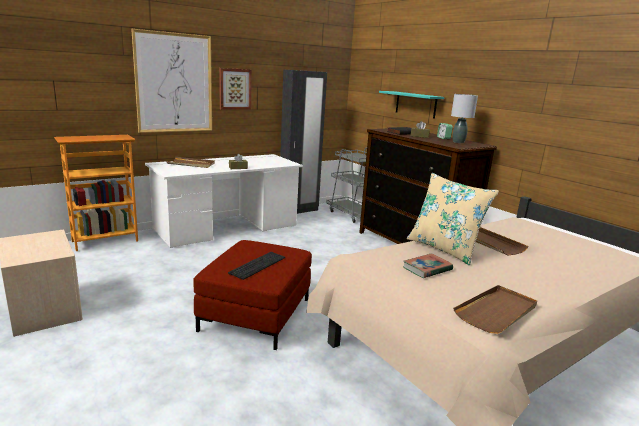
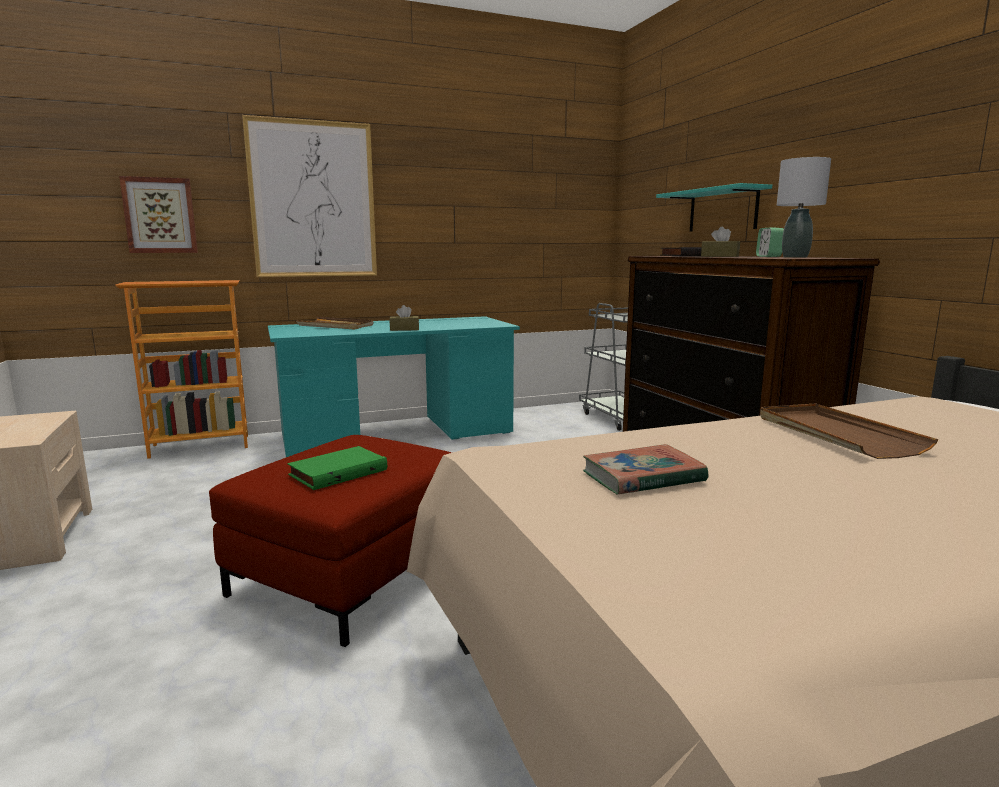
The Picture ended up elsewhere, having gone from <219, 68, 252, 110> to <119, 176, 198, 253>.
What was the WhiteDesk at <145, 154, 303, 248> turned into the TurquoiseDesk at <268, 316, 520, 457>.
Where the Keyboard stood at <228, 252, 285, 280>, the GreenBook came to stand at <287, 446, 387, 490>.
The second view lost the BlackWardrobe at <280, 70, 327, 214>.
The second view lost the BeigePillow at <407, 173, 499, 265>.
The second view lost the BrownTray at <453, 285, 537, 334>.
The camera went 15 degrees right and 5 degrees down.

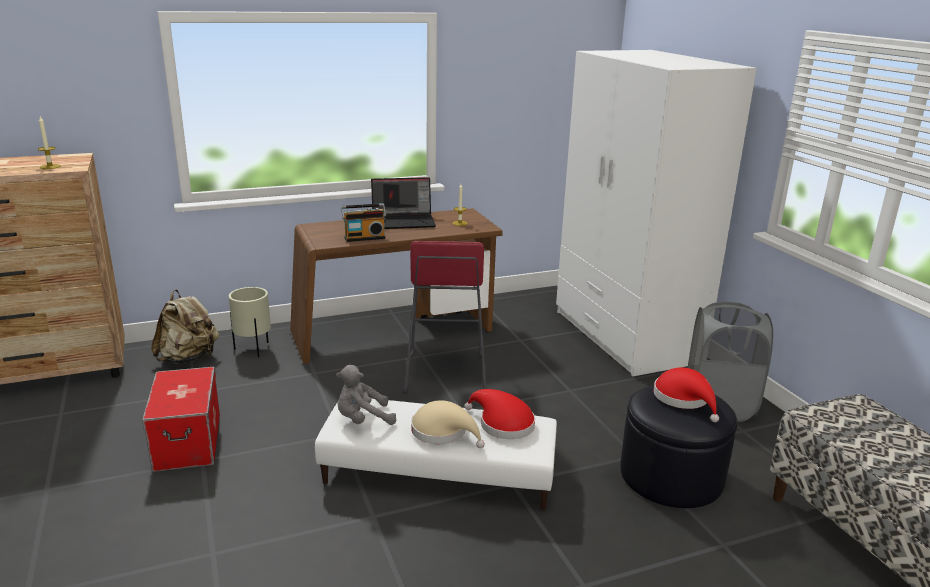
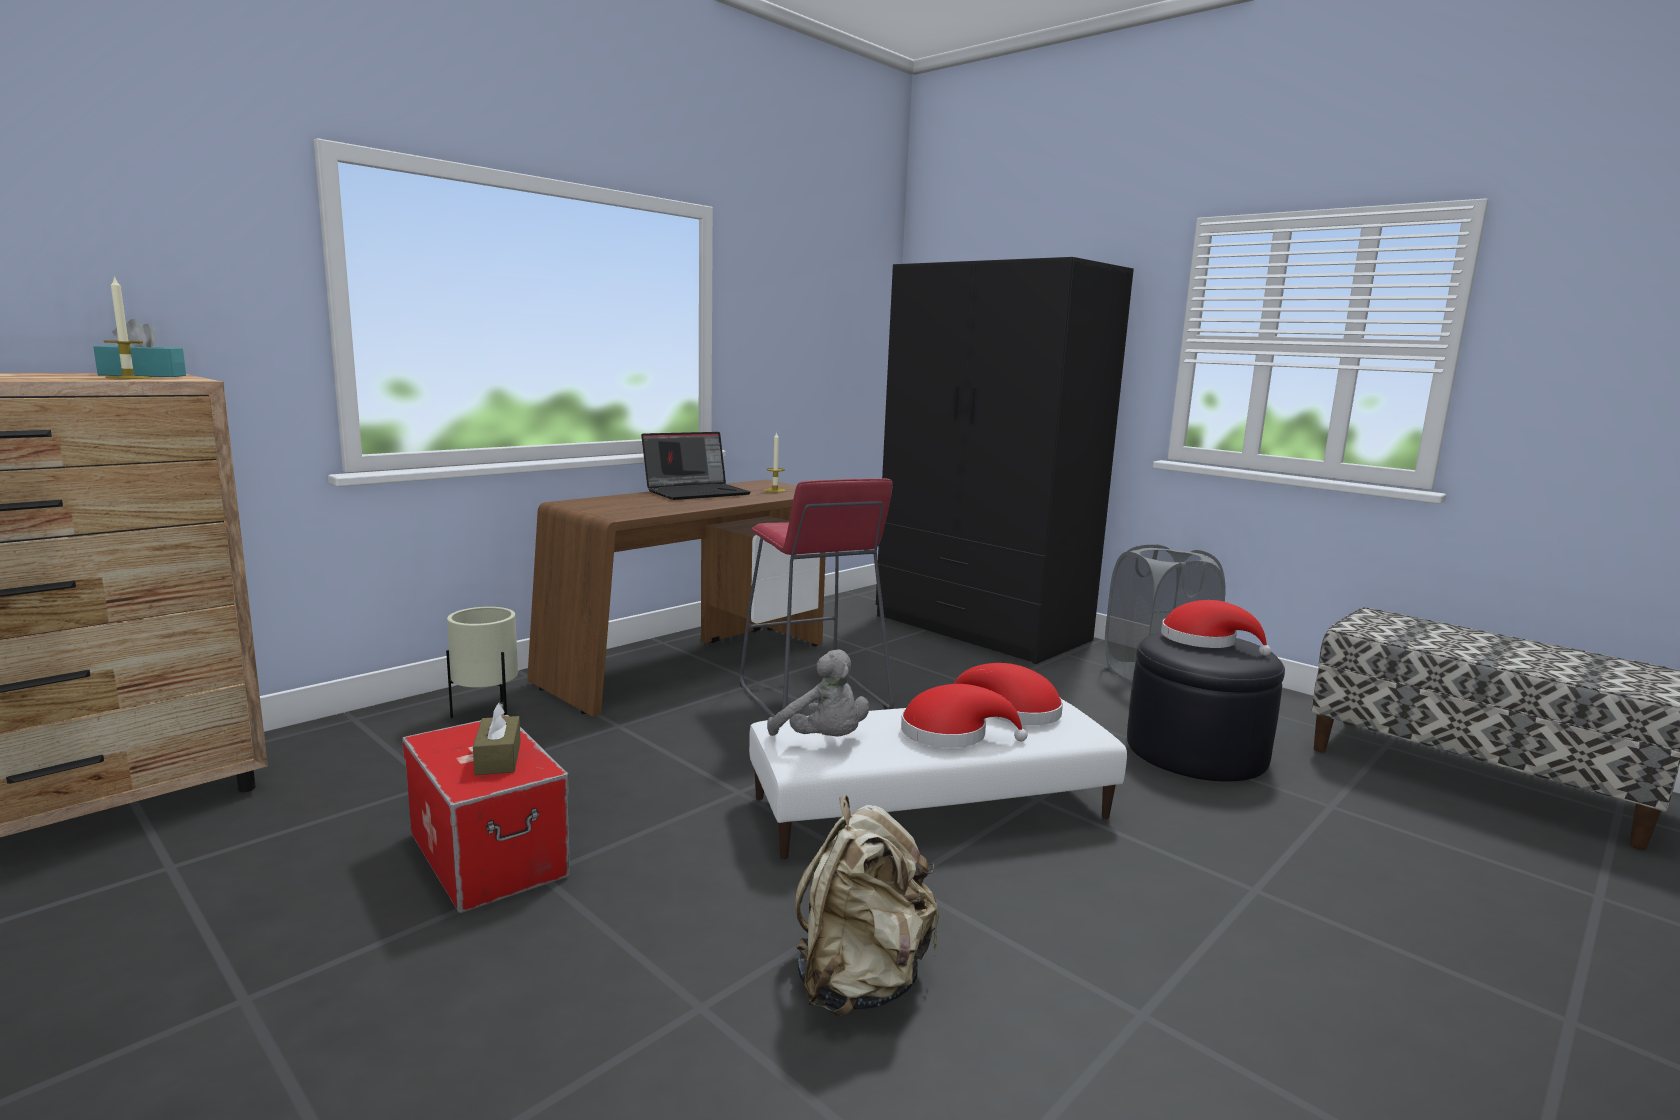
The second view gained the TurquoiseTissueBox at <94, 319, 186, 377>.
The second view gained the BrownTissueBox at <473, 703, 521, 775>.
The GreyPlushToy at <336, 365, 396, 425> ended up facing another way, 90 degrees counterclockwise from before.
The BeigeBackpack ended up elsewhere, having gone from <151, 289, 219, 364> to <795, 795, 939, 1016>.
What was the WhiteWardrobe at <556, 50, 757, 376> turned into the BlackWardrobe at <876, 257, 1134, 664>.
What was the BeigeHat at <411, 400, 485, 448> turned into the RedHat at <901, 684, 1027, 748>.
The second view lost the Radio at <341, 203, 386, 242>.
The camera went 25 degrees left and 10 degrees down.

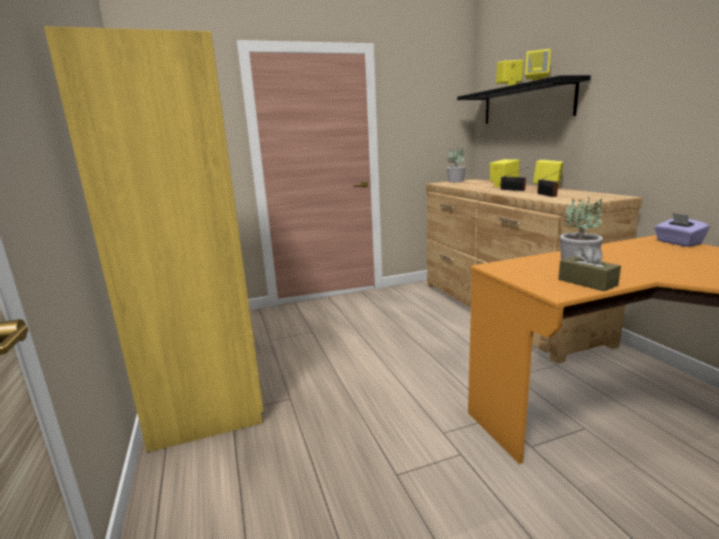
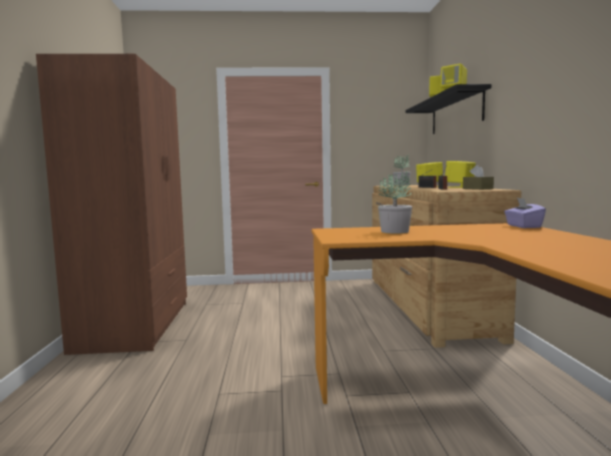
What was the YellowWardrobe at <44, 26, 264, 452> turned into the BrownWardrobe at <36, 54, 187, 355>.
The BrownTissueBox ended up elsewhere, having gone from <558, 243, 621, 291> to <463, 165, 494, 190>.
The camera went 15 degrees right and 10 degrees down.

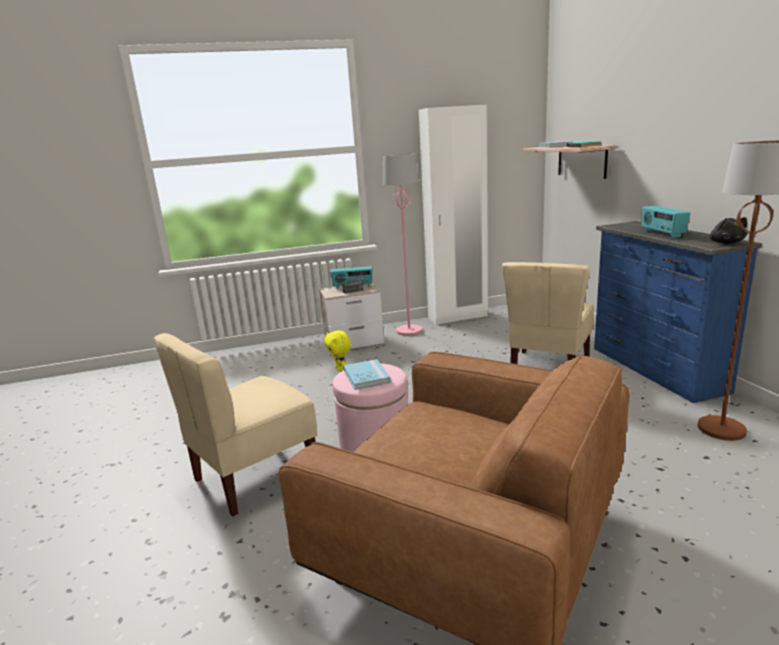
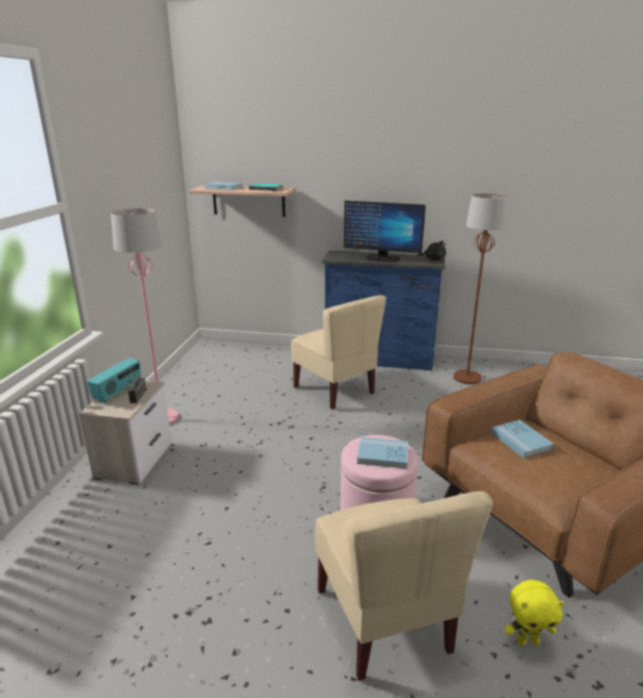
Where the Radio stood at <641, 206, 690, 238>, the Monitor came to stand at <344, 201, 426, 262>.
The second view gained the BlueBook at <491, 420, 554, 458>.
The YellowPlushToy ended up elsewhere, having gone from <324, 330, 351, 372> to <504, 580, 565, 646>.
The second view lost the WhiteWardrobe at <419, 105, 488, 325>.
The camera went 65 degrees left and 5 degrees up.

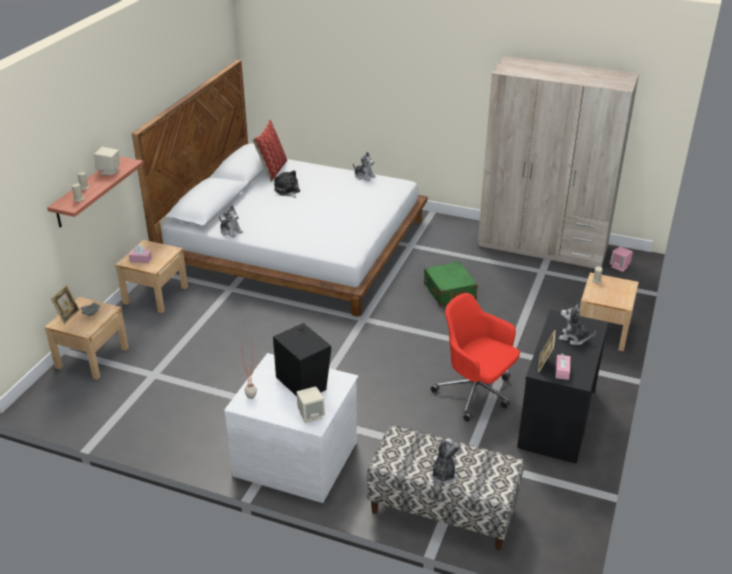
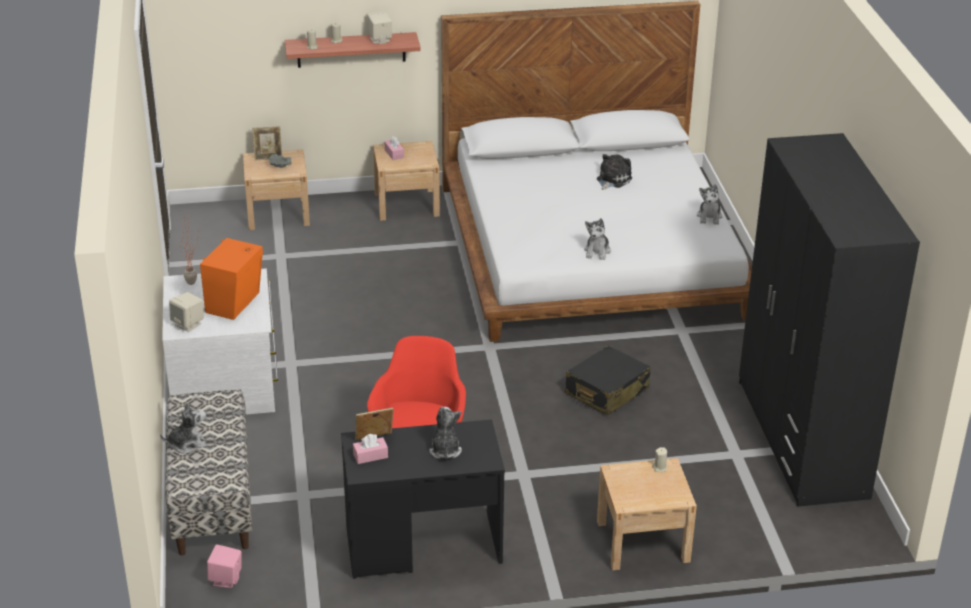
What was the BlackSpeaker at <273, 323, 331, 396> turned into the OrangeSpeaker at <200, 238, 263, 320>.
The PinkSpeaker ended up elsewhere, having gone from <610, 247, 633, 272> to <207, 544, 241, 588>.
What was the GreenSuitcase at <424, 261, 478, 307> turned into the BlackSuitcase at <565, 346, 651, 416>.
The PlushToy ended up elsewhere, having gone from <219, 205, 243, 238> to <584, 218, 611, 260>.
What was the BeigeWardrobe at <478, 56, 639, 268> turned into the BlackWardrobe at <739, 133, 920, 507>.
The second view lost the Pillow at <252, 119, 287, 182>.
The camera went 60 degrees right and 0 degrees up.

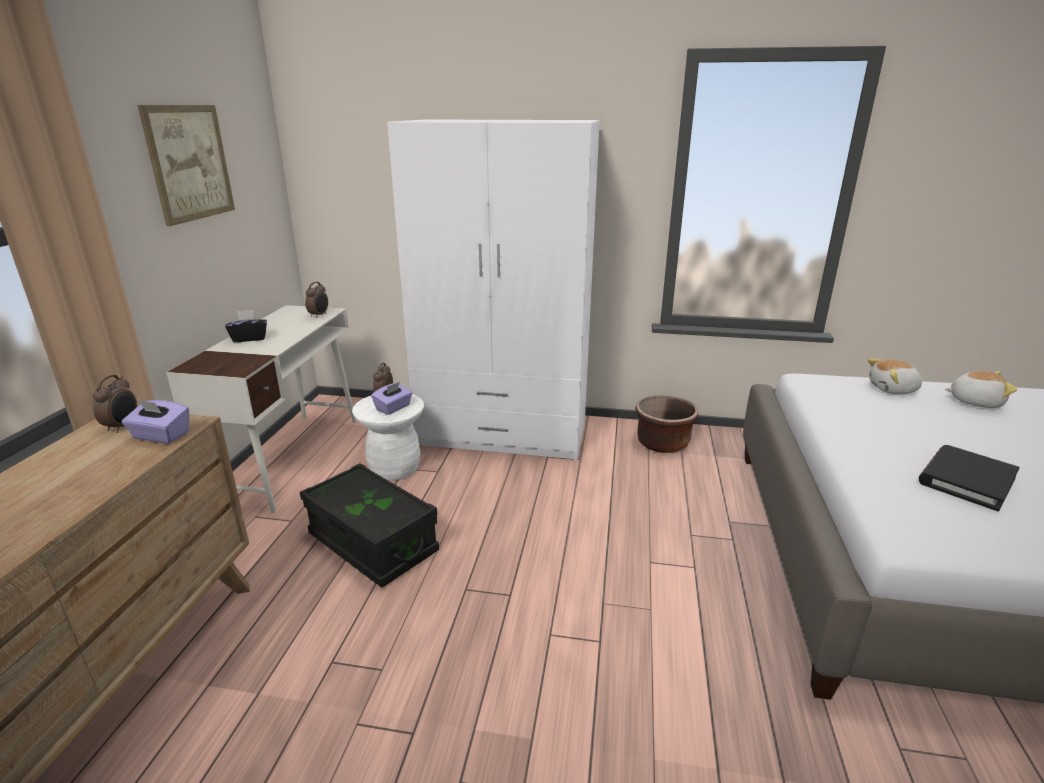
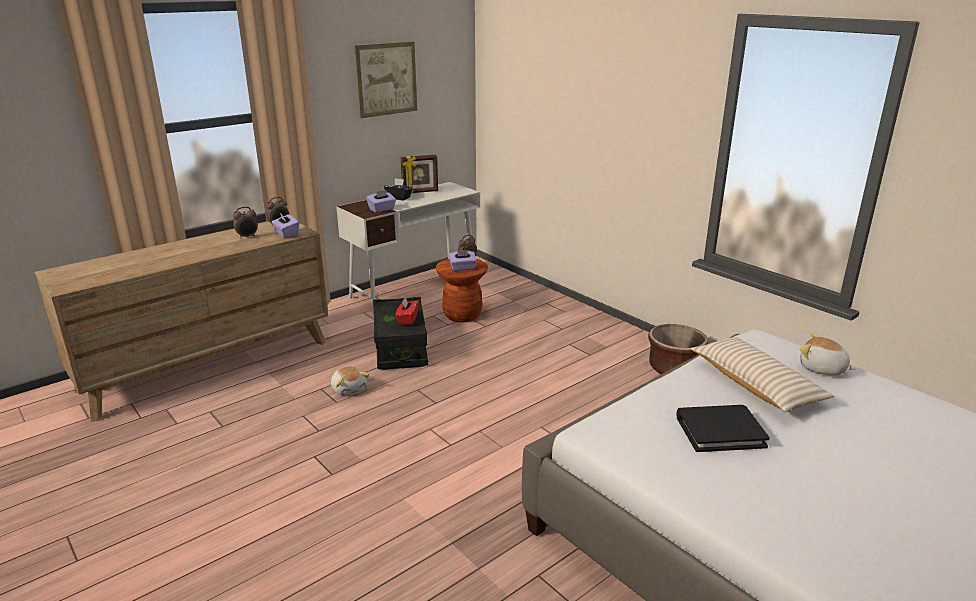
The AlarmClock ended up elsewhere, having gone from <305, 282, 328, 318> to <233, 207, 258, 239>.
The PlushToy ended up elsewhere, having gone from <945, 371, 1017, 408> to <331, 366, 369, 396>.
The second view gained the PurpleTissueBox at <366, 190, 396, 212>.
The second view gained the RedTissueBox at <395, 297, 419, 325>.
The second view gained the PictureFrame at <401, 155, 438, 194>.
What was the WhiteStool at <352, 394, 424, 481> turned into the BrownStool at <436, 259, 488, 323>.
The second view gained the BeigePillow at <691, 337, 834, 412>.
The second view lost the WhiteWardrobe at <387, 120, 600, 461>.
The camera went 40 degrees right and 0 degrees up.

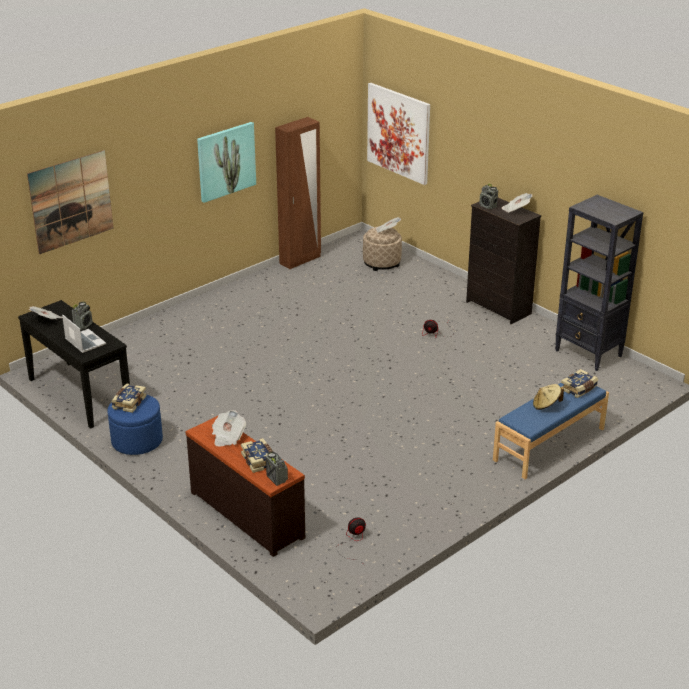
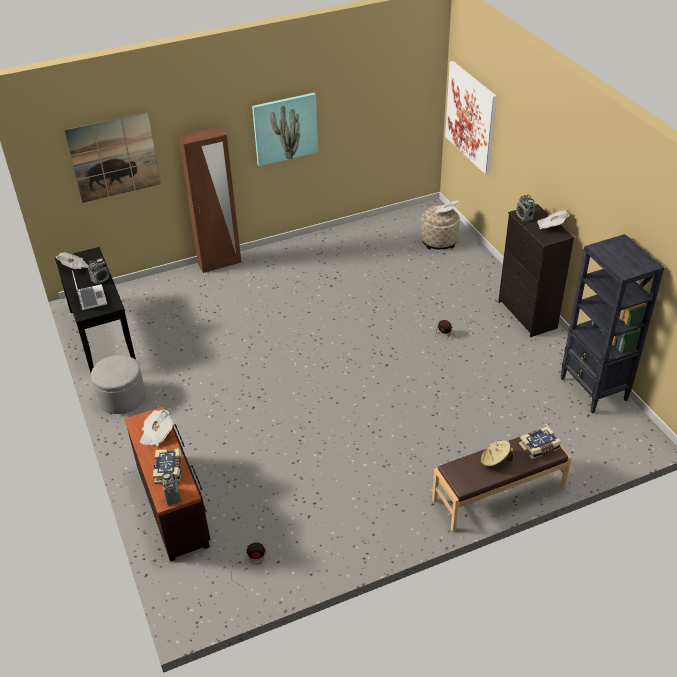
What was the BlueOttoman at <107, 395, 163, 455> turned into the GreyOttoman at <91, 355, 146, 414>.
The BrownWardrobe ended up elsewhere, having gone from <275, 117, 321, 269> to <178, 126, 241, 273>.
What was the BlueBench at <493, 383, 609, 479> turned into the BrownBench at <432, 430, 572, 532>.
The second view lost the Book at <111, 383, 147, 413>.
The camera went 20 degrees right and 10 degrees up.

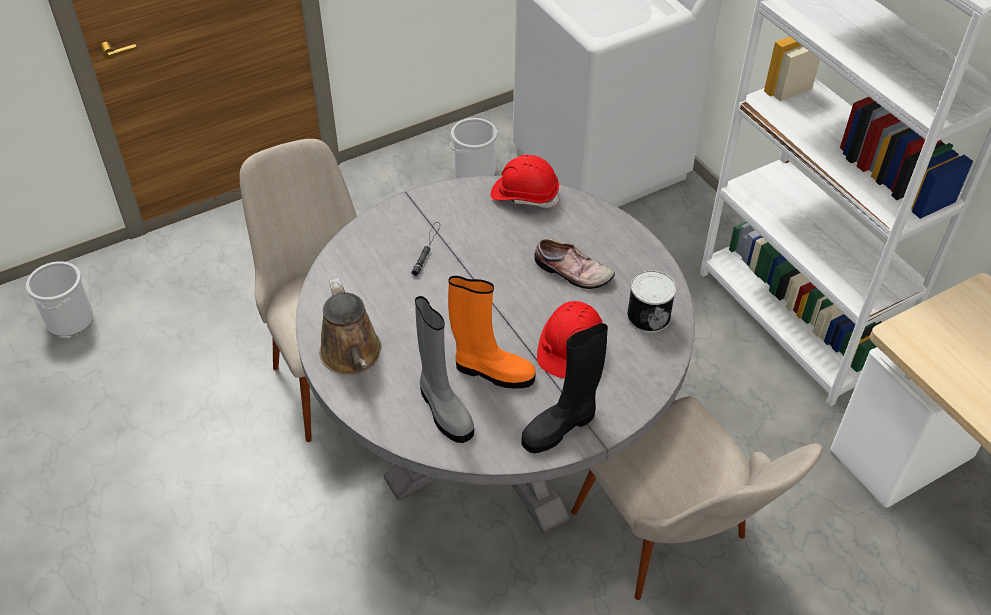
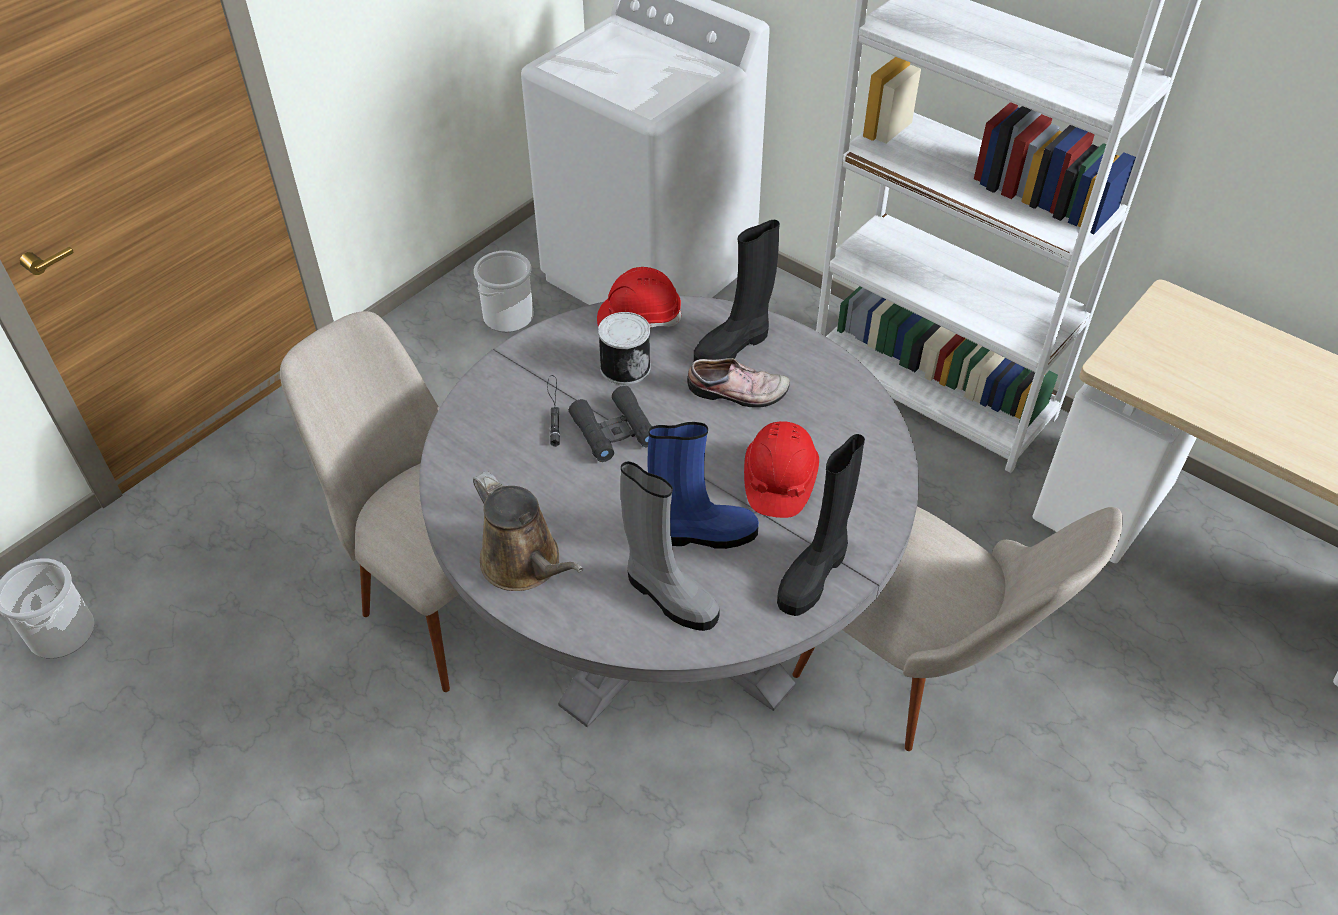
The second view gained the BlackBinoculars at <569, 386, 652, 462>.
The Can ended up elsewhere, having gone from <627, 270, 676, 333> to <598, 312, 651, 385>.
What was the OrangeBoot at <448, 276, 536, 389> turned into the BlueBoot at <647, 422, 759, 549>.
The second view gained the BlackBoot at <694, 220, 780, 361>.
The camera went 20 degrees left and 0 degrees up.

